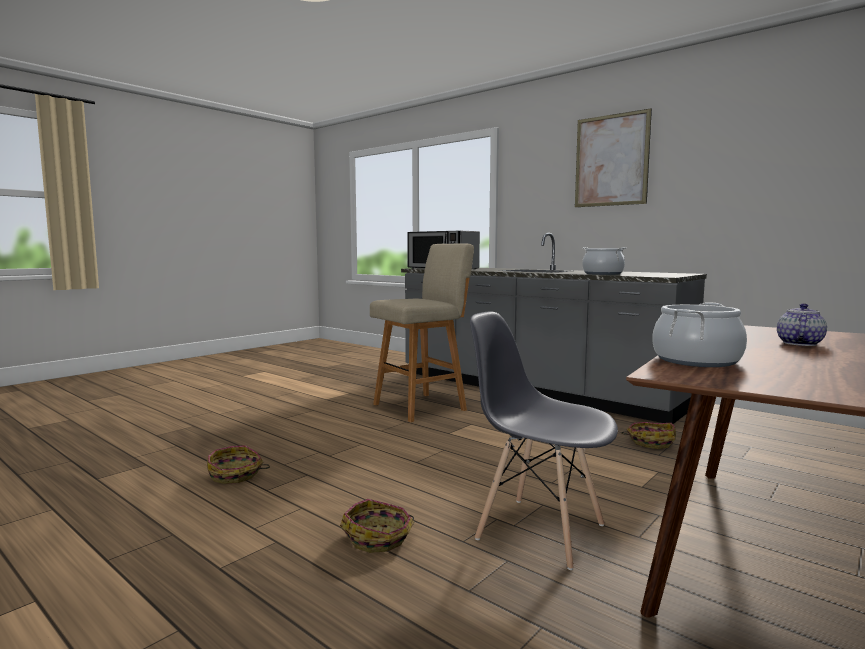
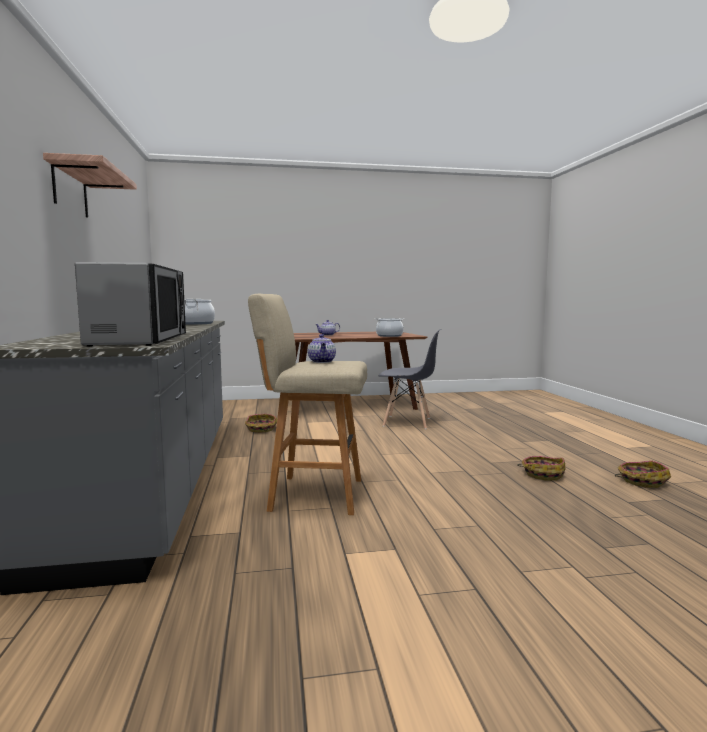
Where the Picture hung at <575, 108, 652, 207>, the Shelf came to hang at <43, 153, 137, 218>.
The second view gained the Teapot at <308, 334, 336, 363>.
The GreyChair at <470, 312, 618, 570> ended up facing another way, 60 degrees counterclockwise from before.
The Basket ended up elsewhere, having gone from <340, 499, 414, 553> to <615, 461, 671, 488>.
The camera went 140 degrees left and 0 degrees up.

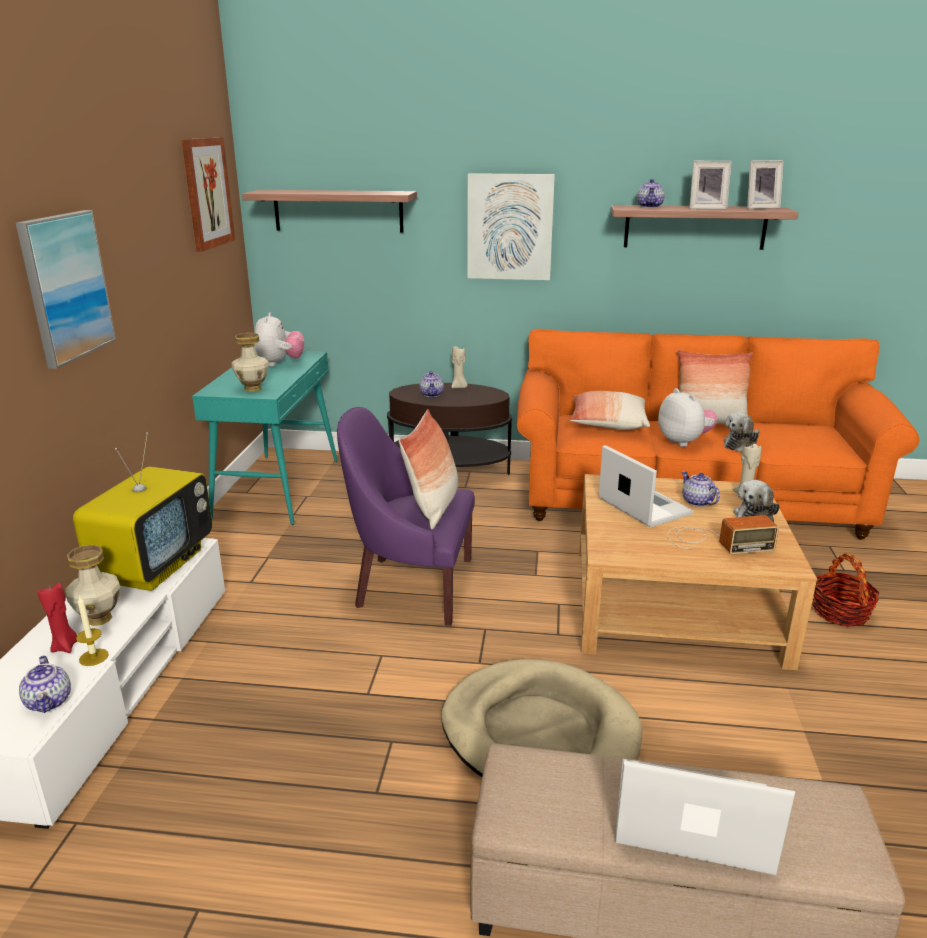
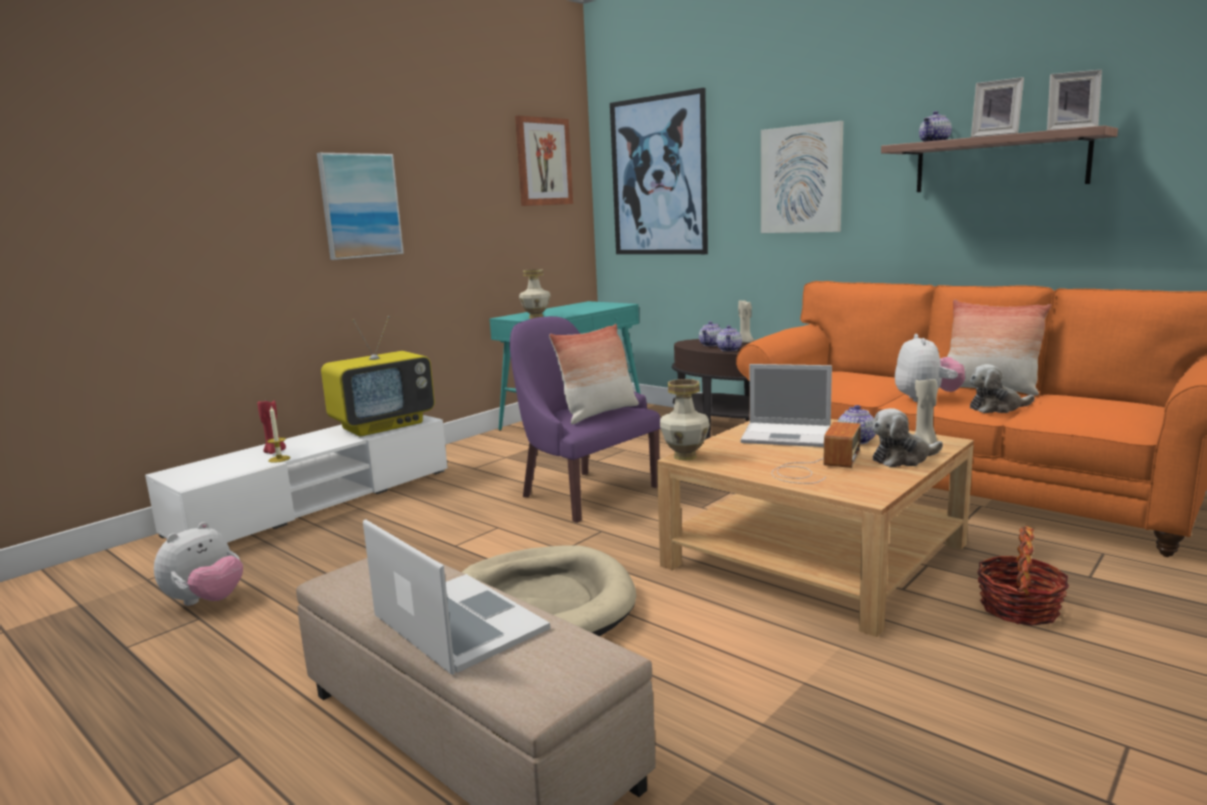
The PlushToy ended up elsewhere, having gone from <254, 312, 304, 367> to <154, 522, 243, 606>.
Where the Shelf hung at <242, 190, 417, 233>, the Picture came to hang at <610, 88, 708, 254>.
The Vase ended up elsewhere, having gone from <65, 545, 121, 626> to <660, 379, 710, 461>.
The Teapot ended up elsewhere, having gone from <19, 656, 71, 713> to <716, 325, 742, 351>.
The Laptop at <599, 445, 693, 528> ended up facing another way, 105 degrees clockwise from before.
The Radio at <667, 515, 779, 554> ended up facing another way, 90 degrees counterclockwise from before.
The second view lost the Pillow at <569, 391, 650, 430>.
The camera went 35 degrees right and 10 degrees down.

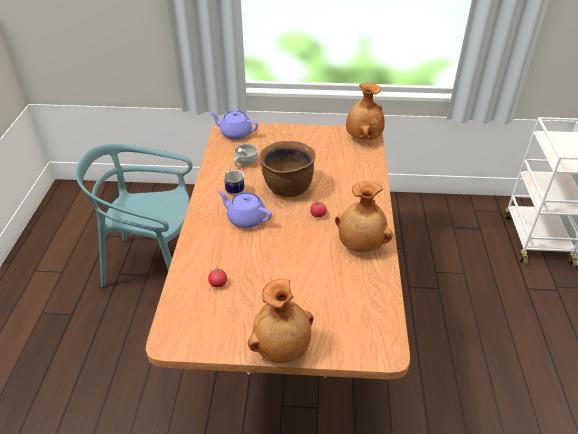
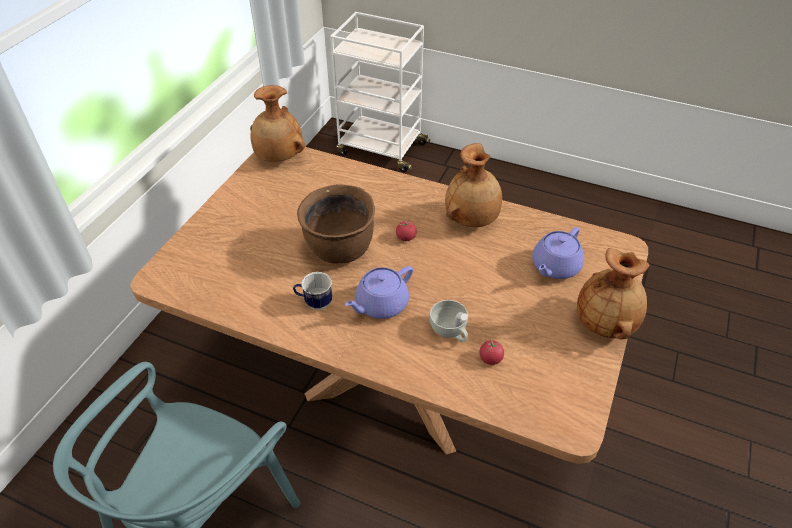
The WhiteCup ended up elsewhere, having gone from <234, 144, 258, 167> to <430, 300, 468, 342>.
The PurpleTeapot ended up elsewhere, having gone from <210, 111, 258, 140> to <532, 227, 584, 279>.
The camera went 70 degrees left and 5 degrees up.

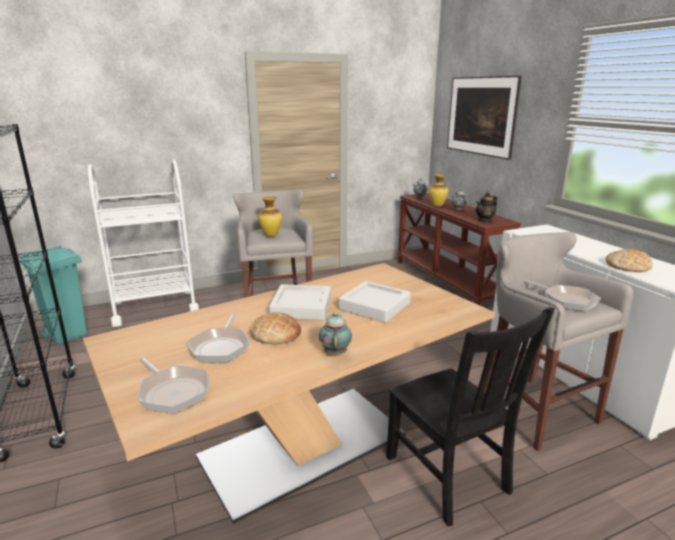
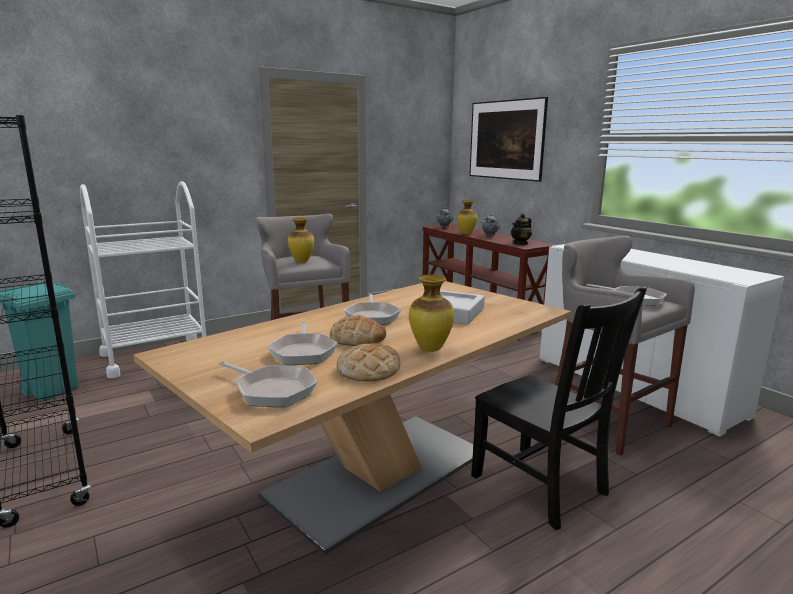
The Bread ended up elsewhere, having gone from <606, 249, 653, 272> to <336, 343, 400, 381>.
Where the GreyTray stood at <269, 284, 331, 320>, the FryingPan came to stand at <343, 294, 401, 325>.
Where the Teapot stood at <319, 312, 352, 356>, the Vase came to stand at <409, 274, 454, 352>.
The camera went 10 degrees left and 5 degrees down.

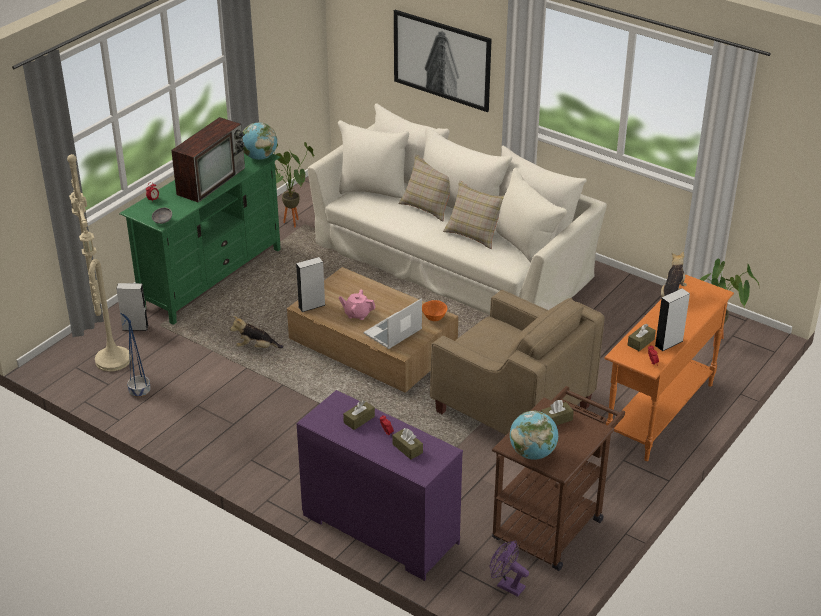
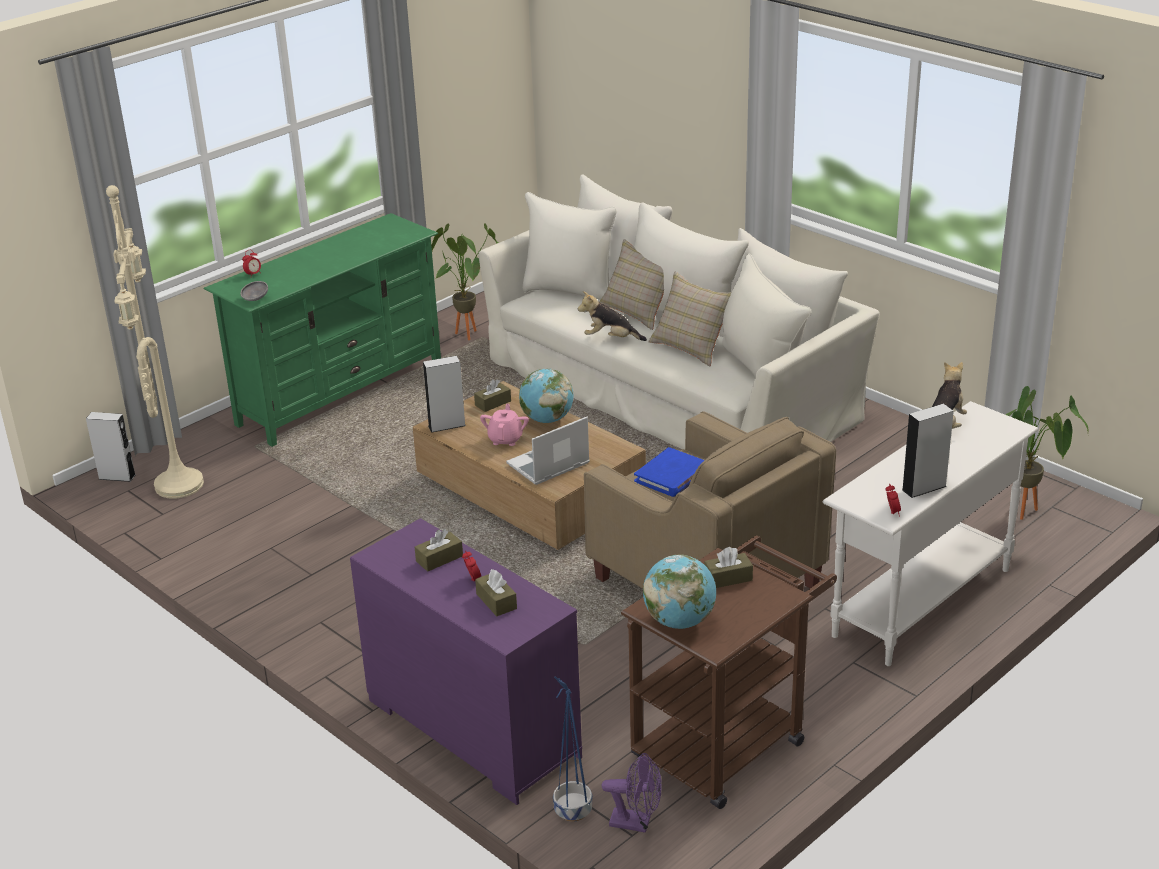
The GreySpeaker ended up elsewhere, having gone from <116, 283, 148, 331> to <86, 412, 136, 482>.
The BrownTissueBox ended up elsewhere, having gone from <627, 324, 656, 351> to <474, 379, 511, 412>.
The PinkTeapot at <339, 290, 376, 320> ended up facing another way, 75 degrees clockwise from before.
The Globe ended up elsewhere, having gone from <243, 122, 277, 160> to <519, 368, 573, 423>.
The BluePlanter ended up elsewhere, having gone from <120, 313, 151, 397> to <553, 676, 592, 822>.
The PlushToy ended up elsewhere, having gone from <230, 316, 283, 348> to <578, 291, 647, 341>.
The PurpleFan at <489, 541, 529, 597> ended up facing another way, 150 degrees clockwise from before.
The second view gained the BlueBook at <634, 447, 705, 497>.
What was the OrangeConsoleTable at <604, 275, 734, 461> turned into the WhiteConsoleTable at <822, 401, 1038, 666>.
The second view lost the Television at <171, 117, 245, 203>.
The second view lost the Picture at <394, 10, 492, 112>.
The second view lost the OrangeBowl at <422, 300, 448, 321>.
The camera went 10 degrees right and 5 degrees down.

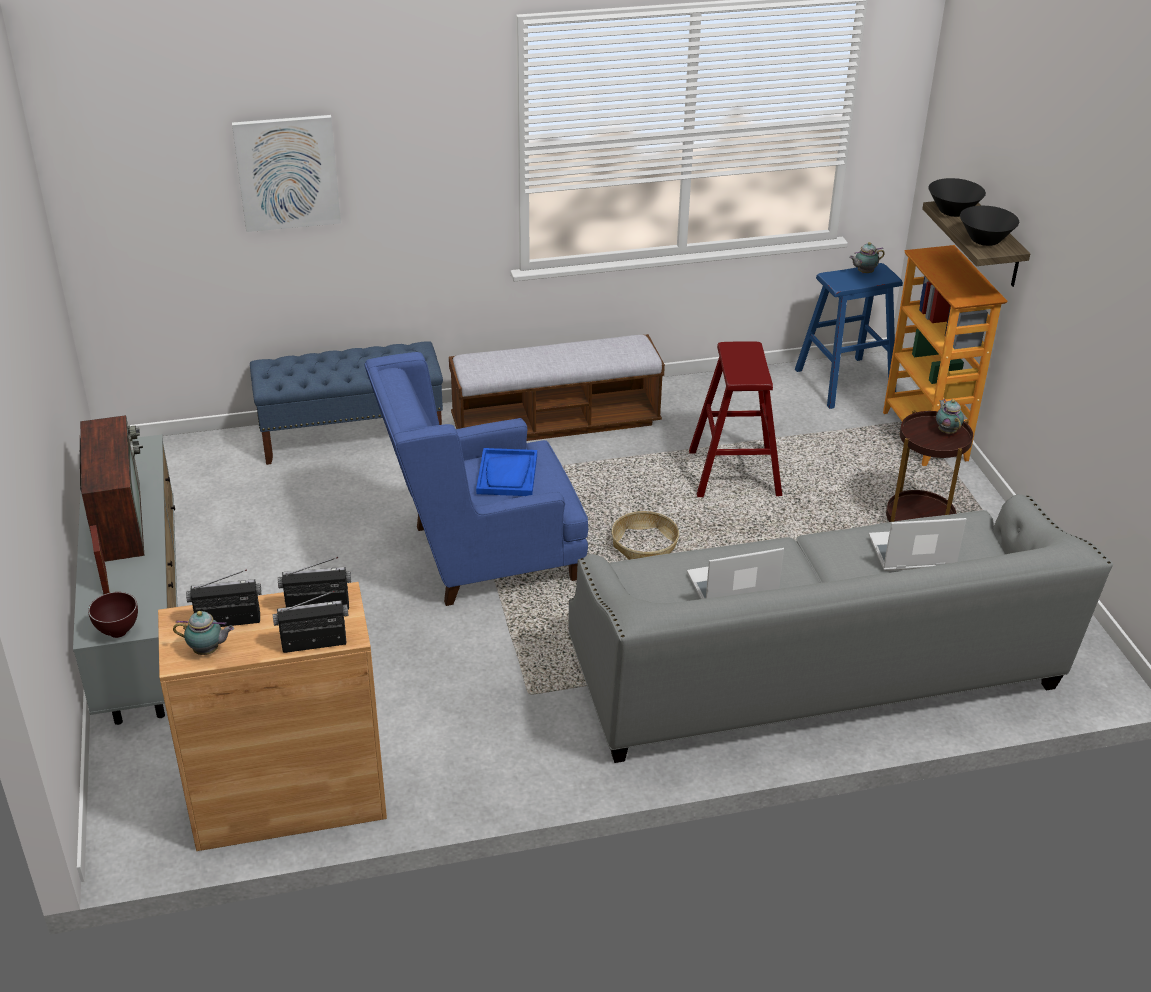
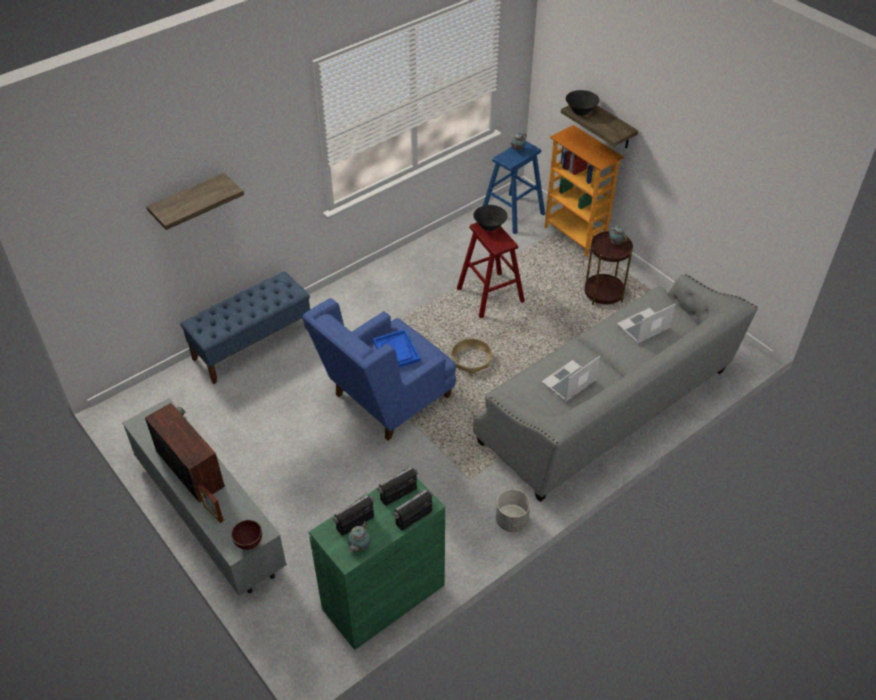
Where the Picture hung at <232, 115, 341, 232>, the Shelf came to hang at <147, 173, 244, 230>.
What was the BrownCabinet at <158, 582, 387, 851> turned into the GreenCabinet at <309, 468, 445, 650>.
The Teapot at <173, 611, 234, 655> ended up facing another way, 135 degrees clockwise from before.
The BlackBowl ended up elsewhere, having gone from <960, 206, 1019, 246> to <473, 205, 507, 231>.
The second view gained the GreyPlanter at <496, 489, 530, 532>.
The second view lost the Bench at <449, 334, 665, 441>.
The camera went 25 degrees left and 10 degrees up.

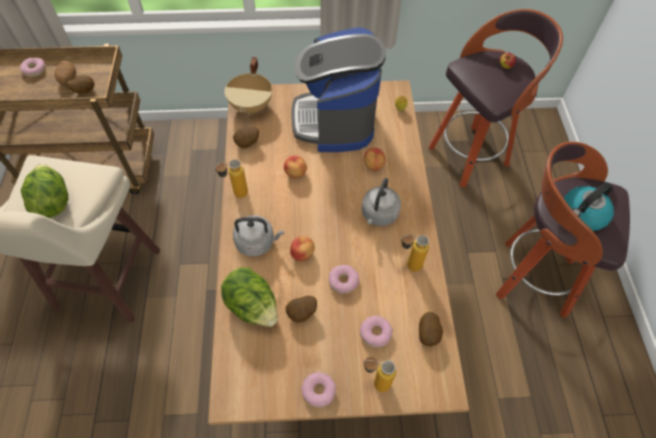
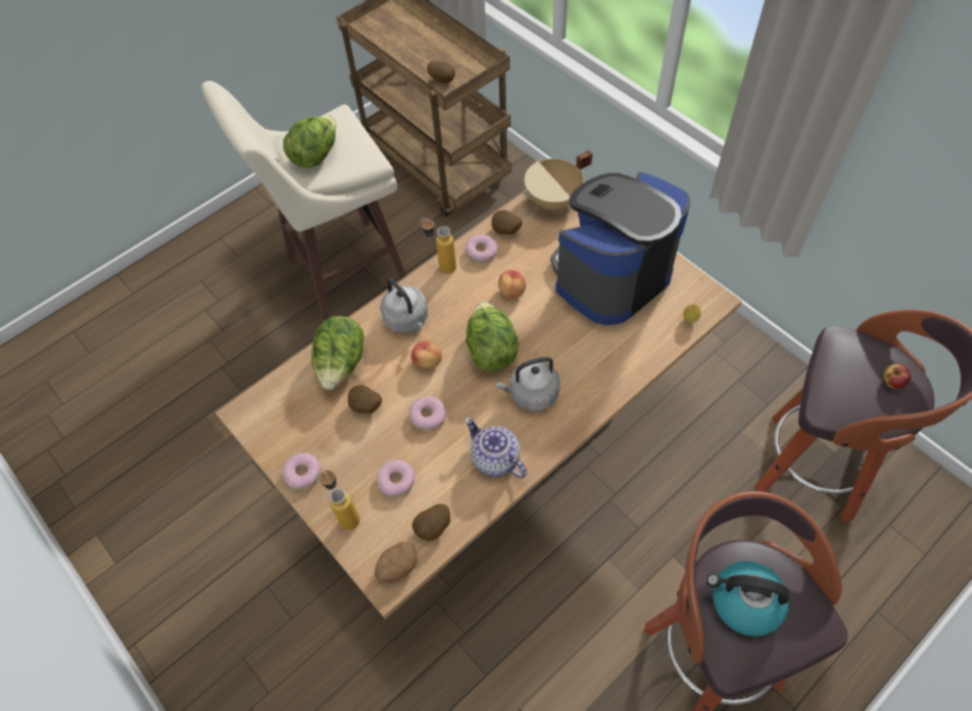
The Potato ended up elsewhere, having gone from <54, 60, 76, 85> to <375, 541, 417, 583>.
The Donut ended up elsewhere, having gone from <20, 57, 46, 77> to <465, 234, 498, 263>.
Where the Bottle stood at <401, 234, 429, 272>, the Teapot came to stand at <465, 417, 527, 478>.
The second view gained the Lettuce at <466, 301, 519, 372>.
The second view lost the Apple at <364, 148, 386, 171>.
The camera went 55 degrees right and 0 degrees up.

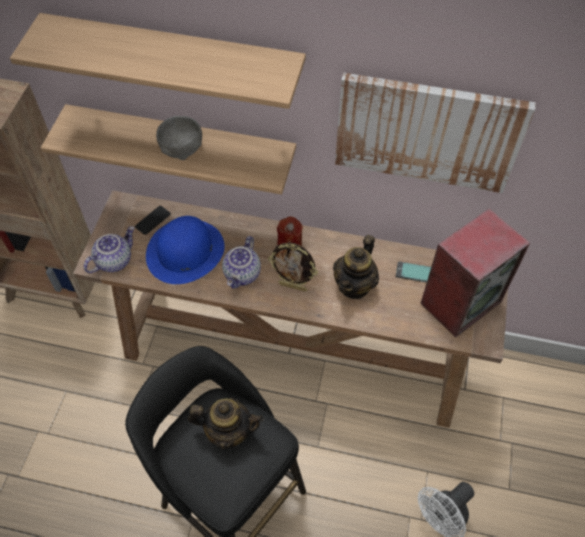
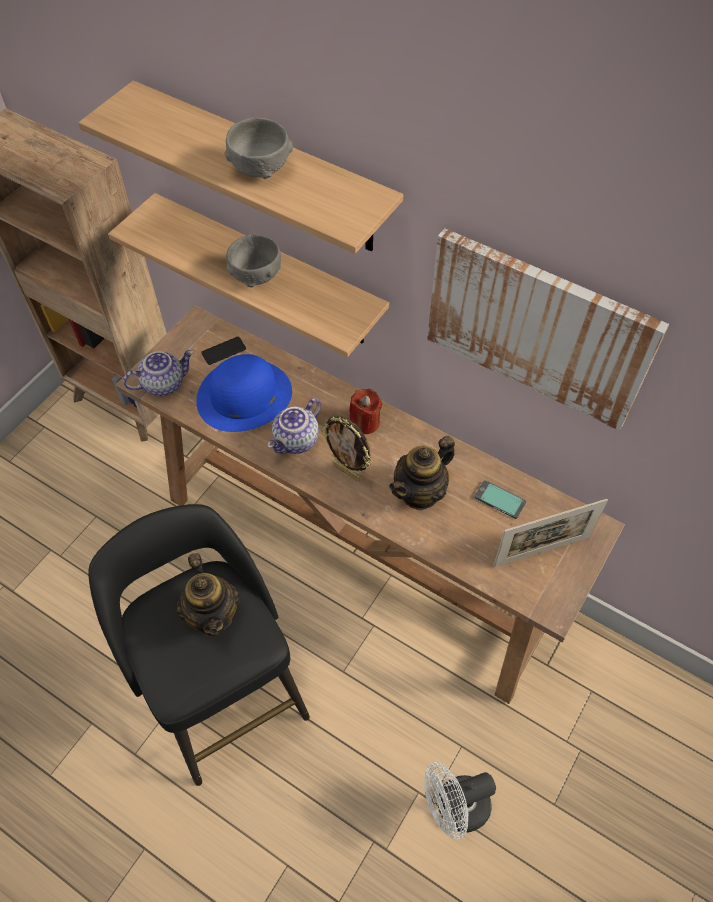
The Teapot at <188, 398, 264, 449> ended up facing another way, 45 degrees clockwise from before.
The second view gained the GreyBowl at <224, 118, 293, 179>.
Where the Speaker stood at <421, 208, 530, 338>, the PictureFrame came to stand at <494, 499, 608, 567>.
The camera went 20 degrees right and 0 degrees up.

